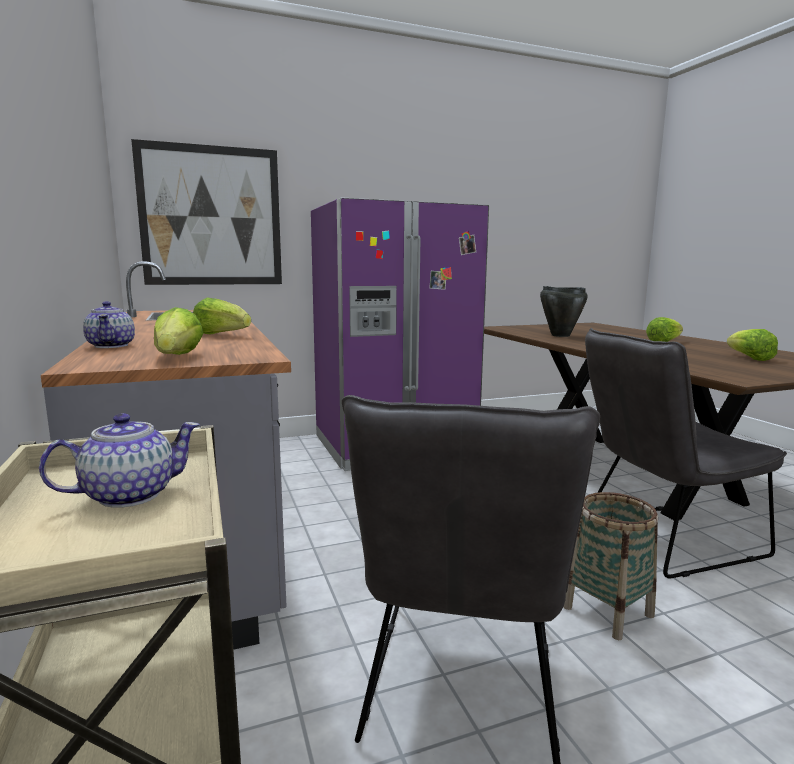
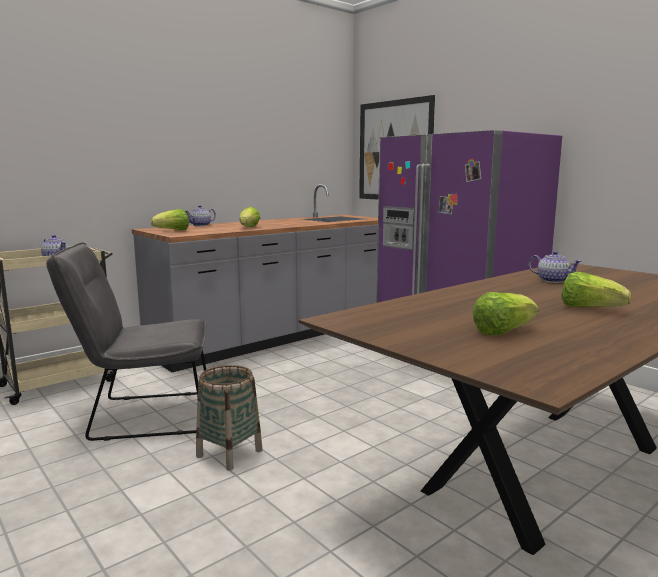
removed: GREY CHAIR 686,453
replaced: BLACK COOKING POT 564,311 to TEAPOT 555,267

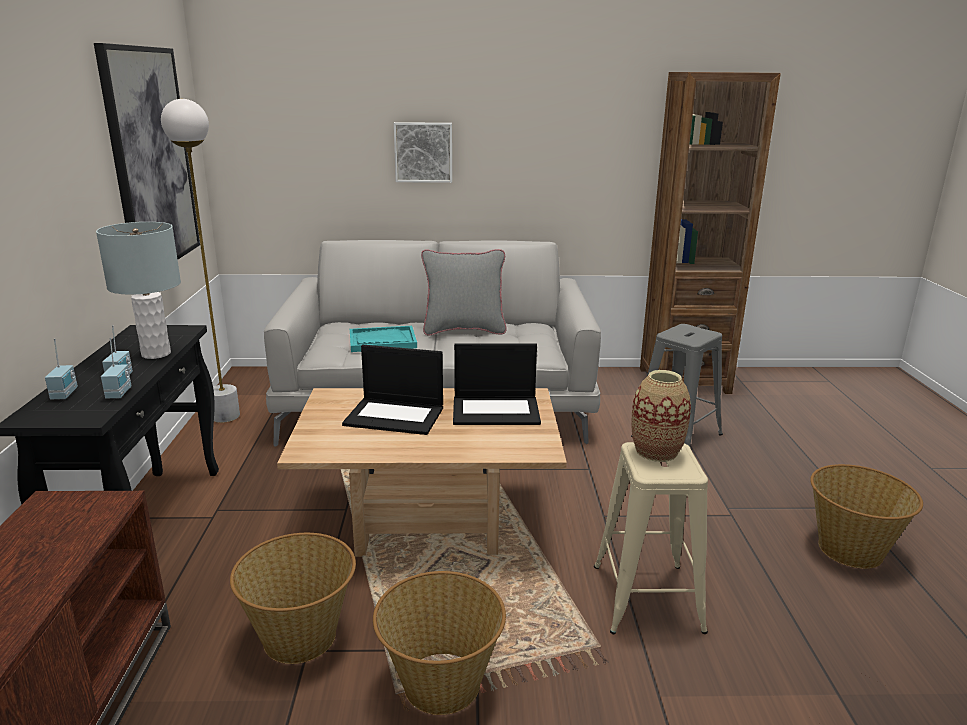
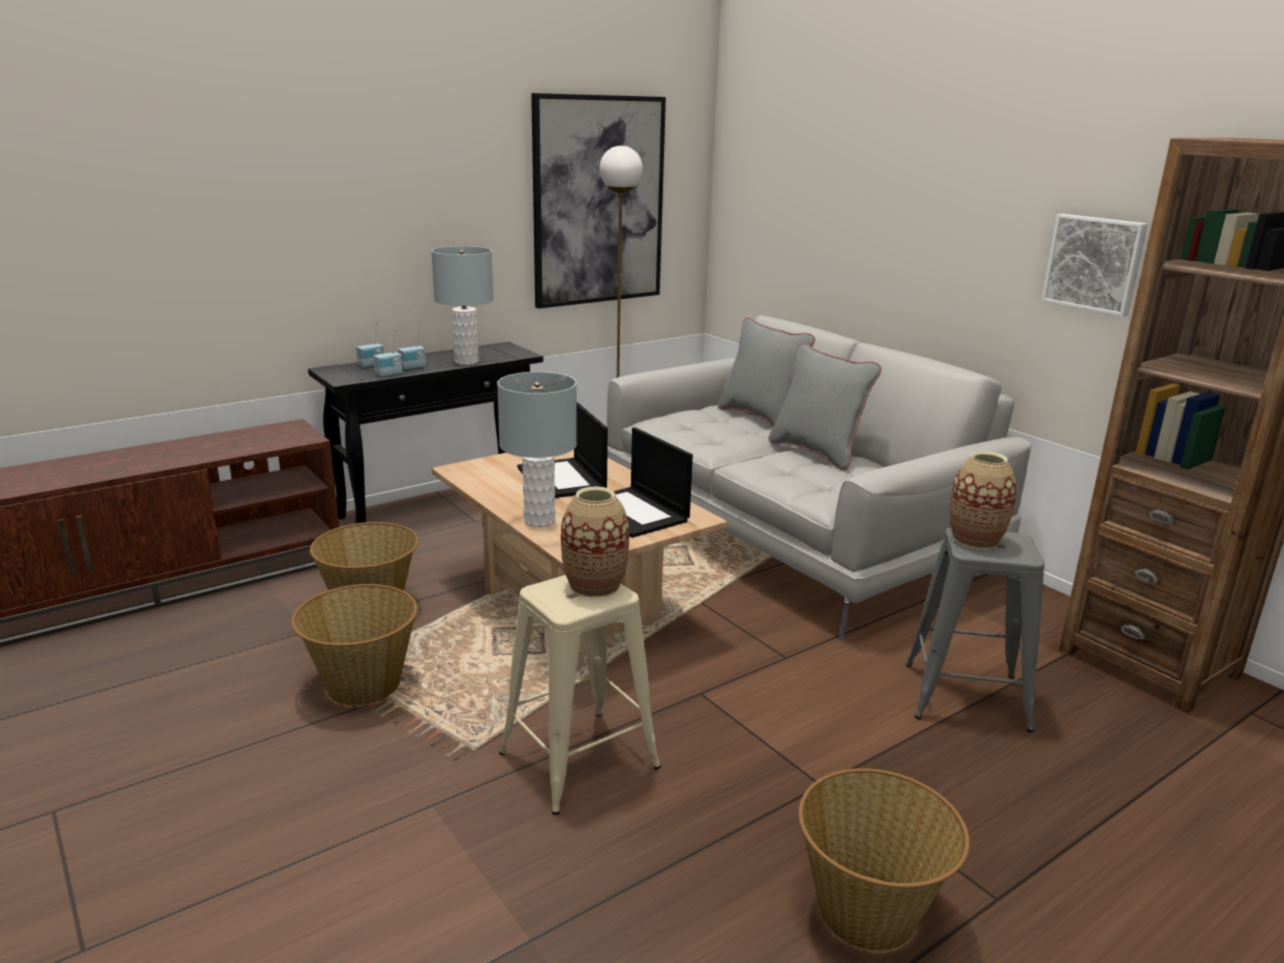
removed: TURQUOISE TRAY 383,339
added: GREY PILLOW 766,372; GREY TABLE LAMP 537,449; VASE 983,500
moved: PICTURE 423,152 to 1094,265

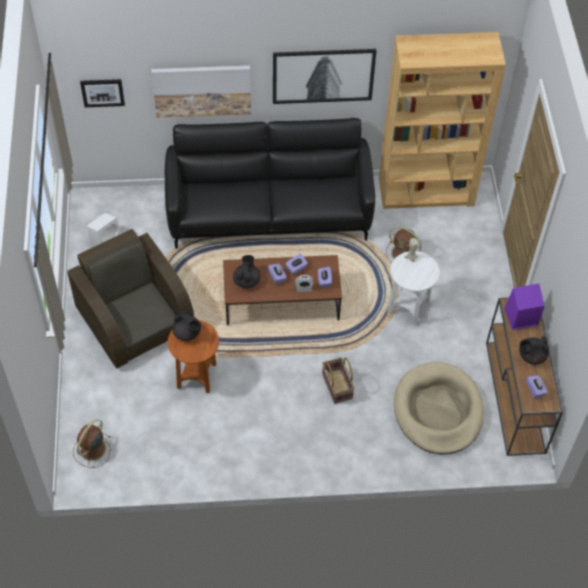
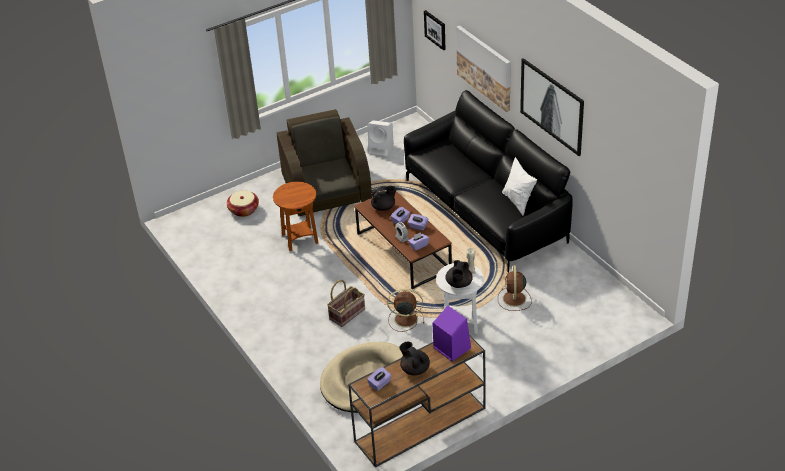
removed: BROWN BOOKCASE 442,120
added: WHITE PILLOW 519,186; BASKET 243,203
moved: BLACK TEAPOT 186,325 to 459,274; BROWN FAN 92,443 to 406,310
turned: BROWN ARMCHAIR 130,299 = 324,163 45 degrees counterclockwise

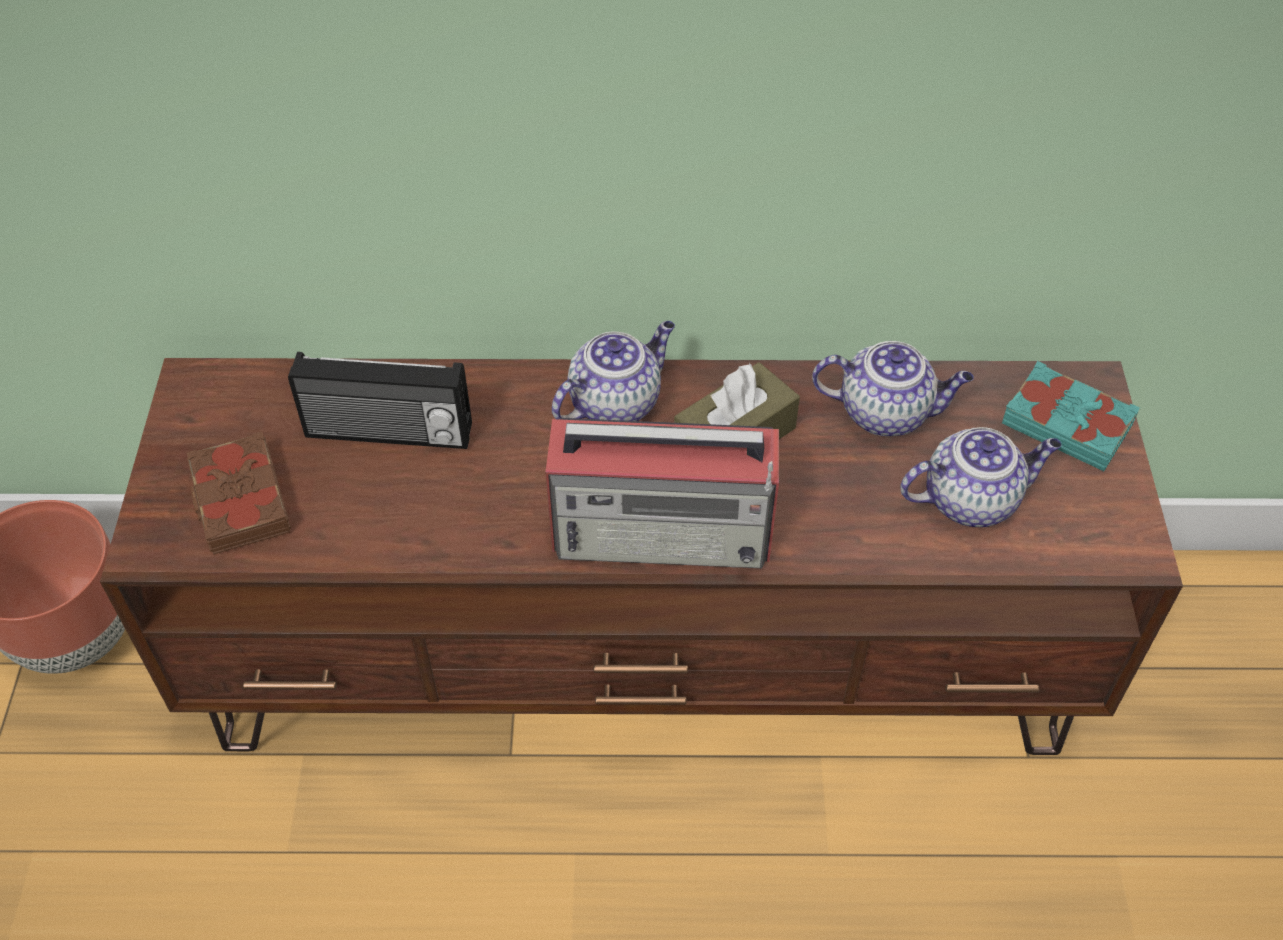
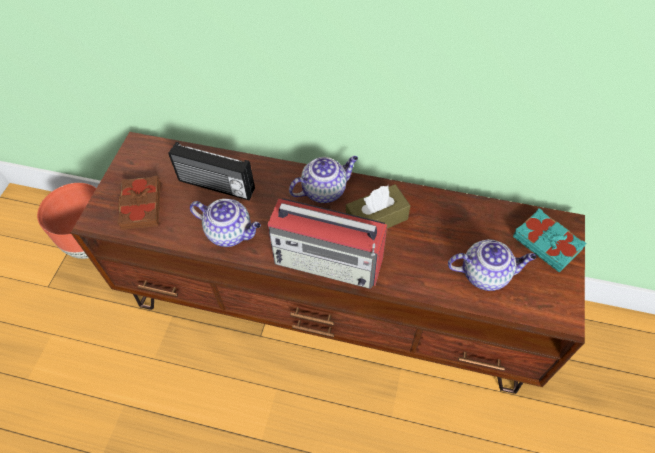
moved: TEAPOT 893,388 to 225,223

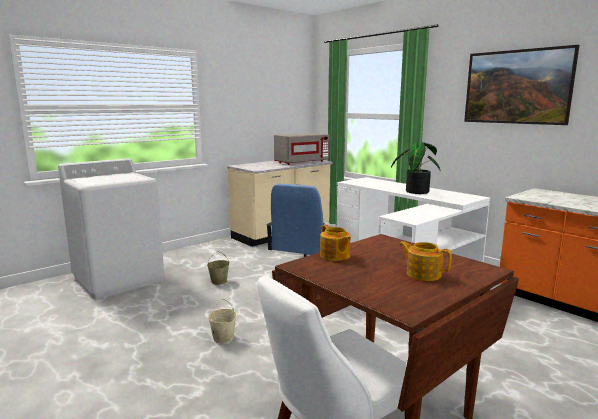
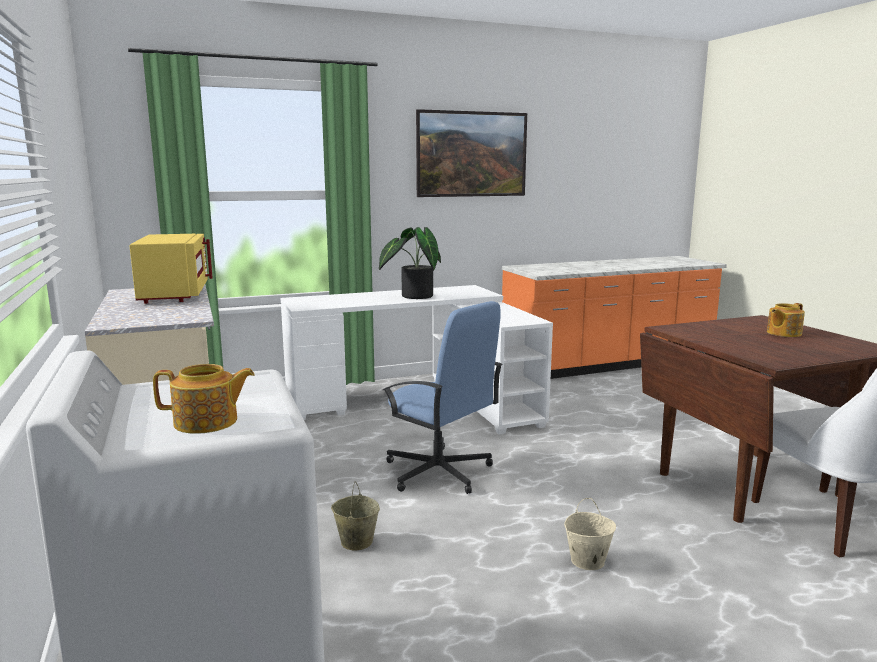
moved: TEAPOT 335,243 to 204,399
recoloured: GREY MICROWAVE 301,149 to YELLOW MICROWAVE 171,269

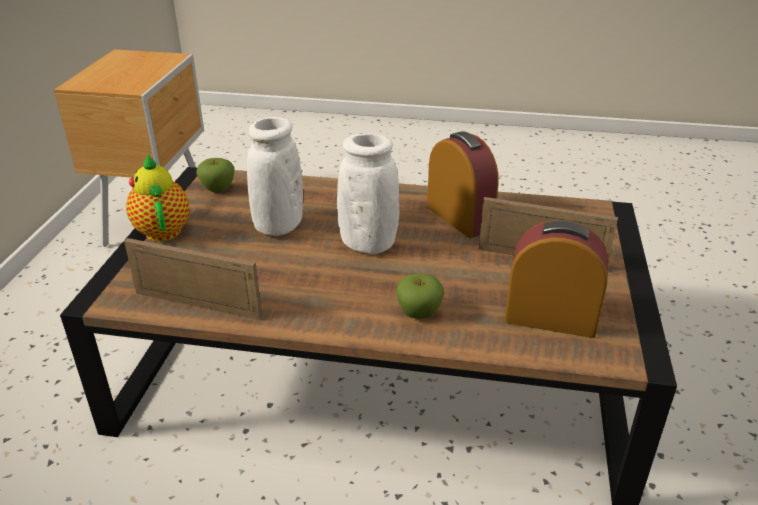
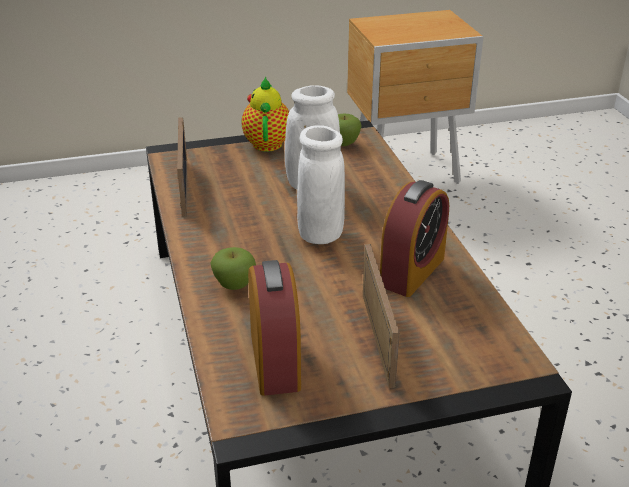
turned: TEAPOT 157,198 = 265,114 45 degrees counterclockwise

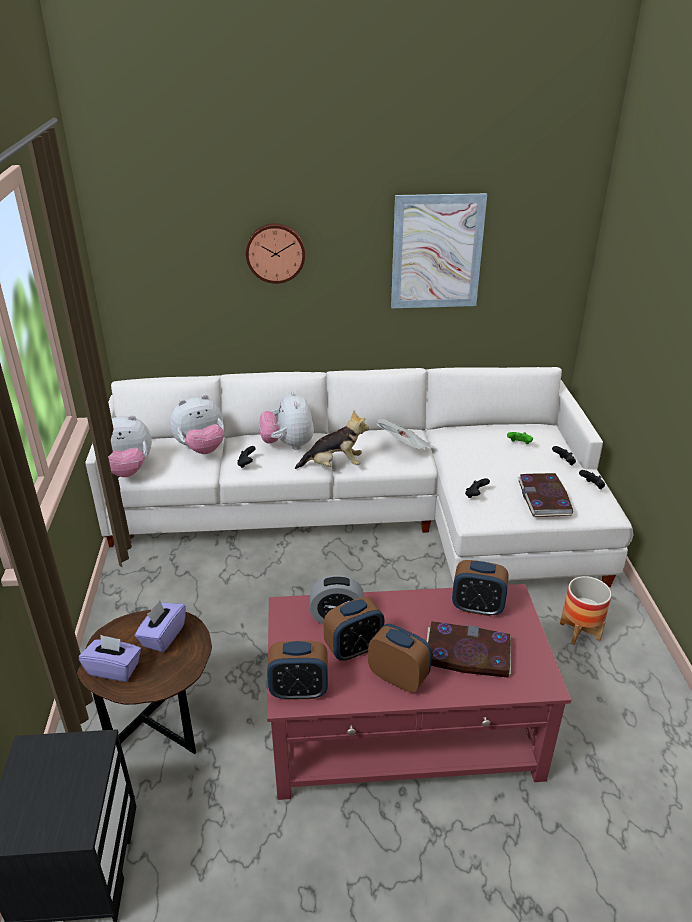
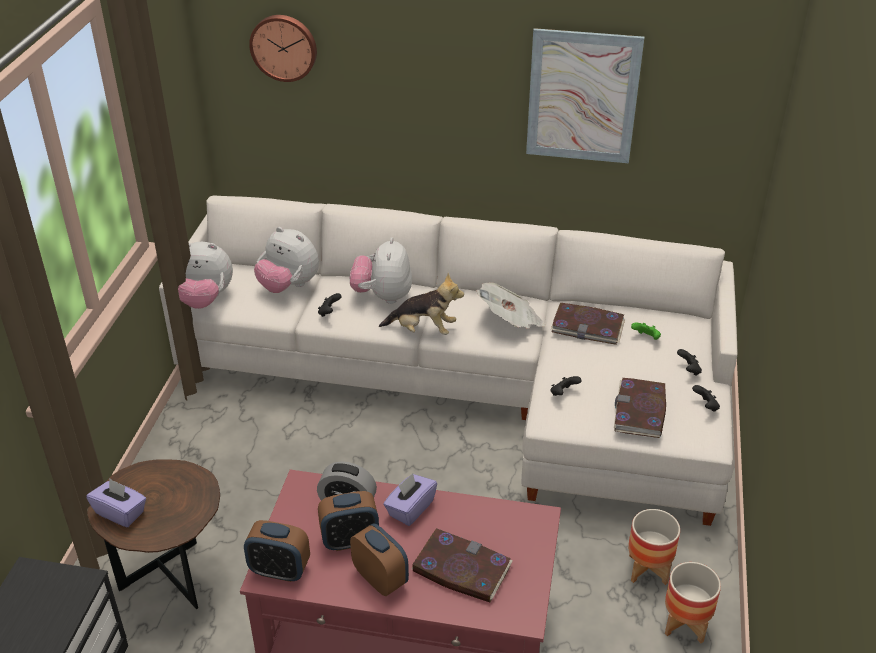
removed: ALARM CLOCK 480,588
added: BOOK 588,324; PLANTER 693,602
moved: WALL CLOCK 275,253 to 283,48; PURPLE TISSUE BOX 160,626 to 410,499
turned: PLUSH TOY 196,424 = 286,260 45 degrees clockwise

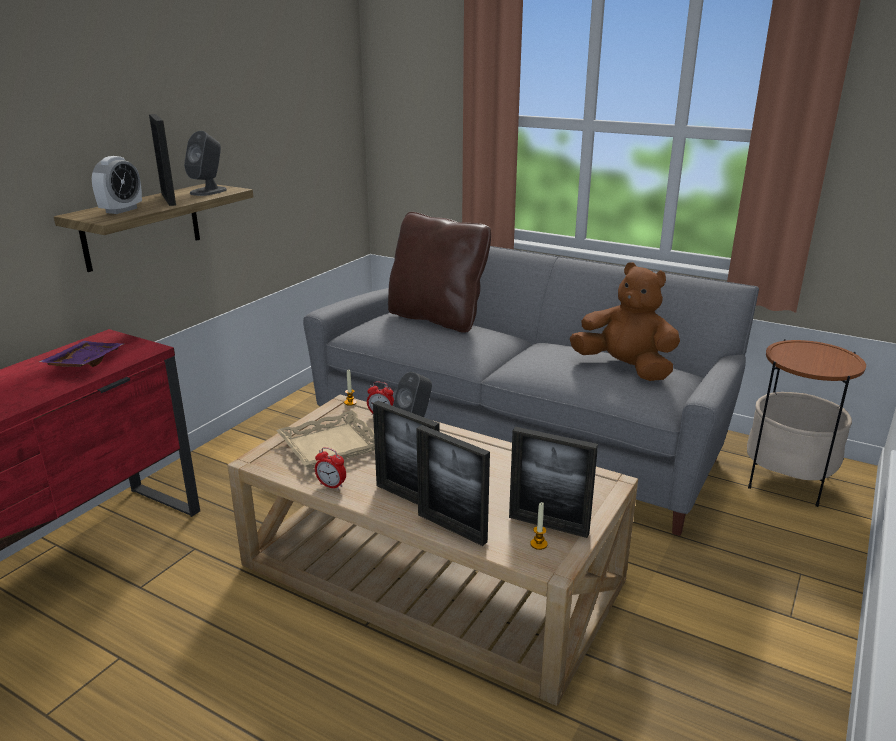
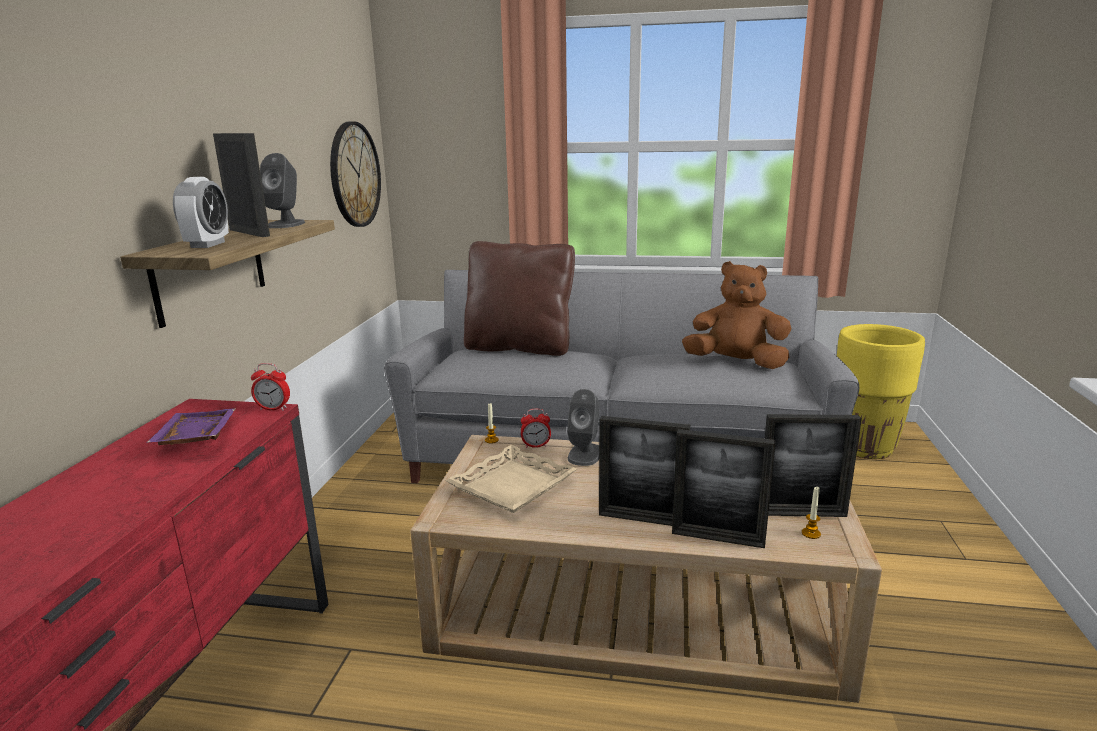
added: WALL CLOCK 355,174
moved: ALARM CLOCK 330,468 to 270,386
replaced: SIDE TABLE 806,423 to YELLOW PLANTER 881,391

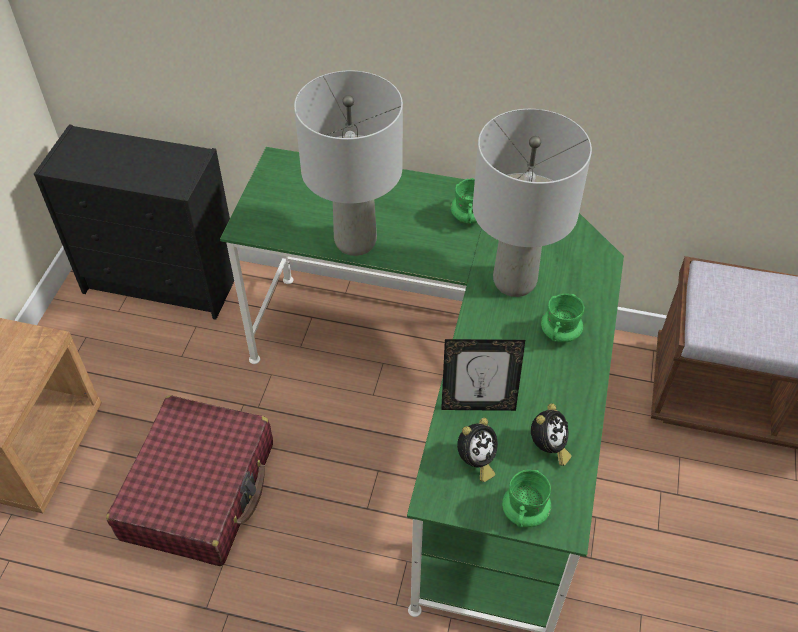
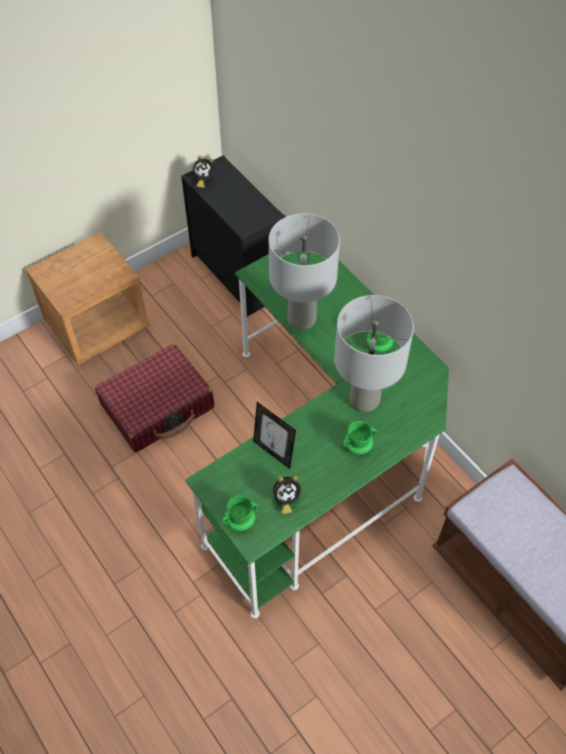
moved: ALARM CLOCK 477,450 to 203,172

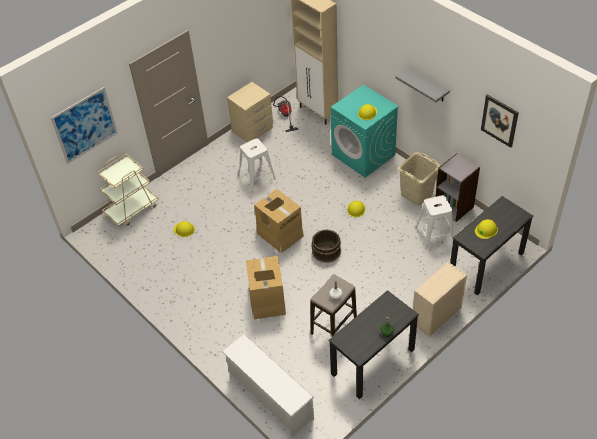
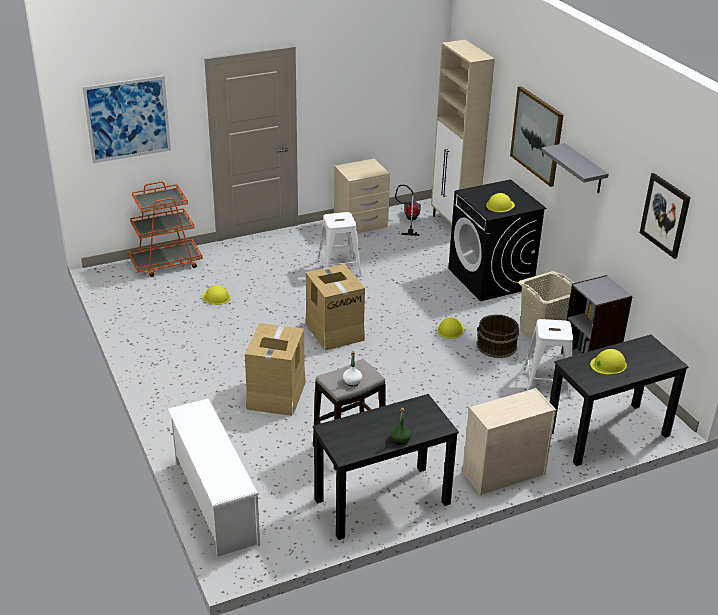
added: PICTURE 537,136
moved: BROWN BUCKET 326,246 to 498,336
recoloured: TURQUOISE WASHING MACHINE 365,131 to BLACK WASHING MACHINE 497,240; BEIGE CART 128,190 to ORANGE CART 165,229

